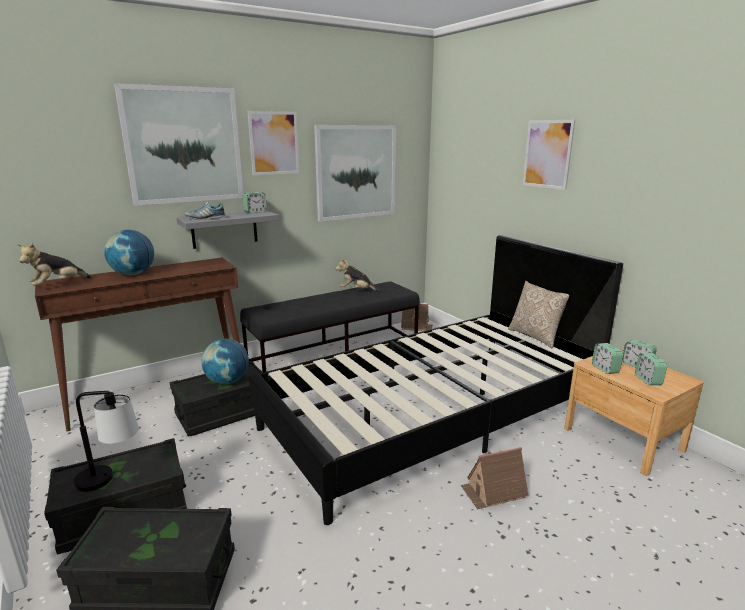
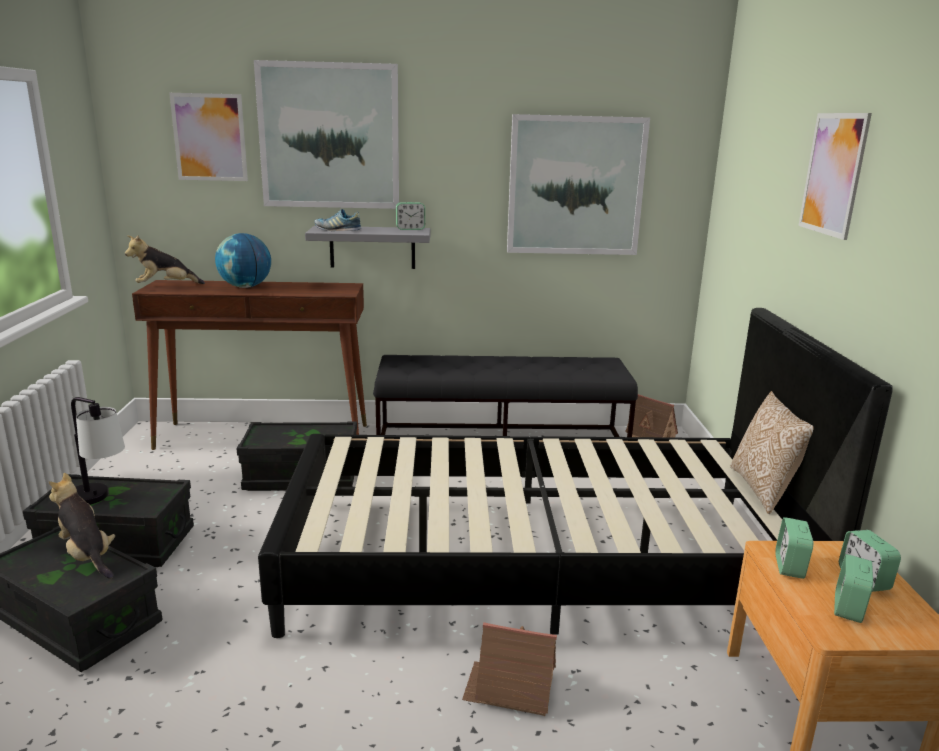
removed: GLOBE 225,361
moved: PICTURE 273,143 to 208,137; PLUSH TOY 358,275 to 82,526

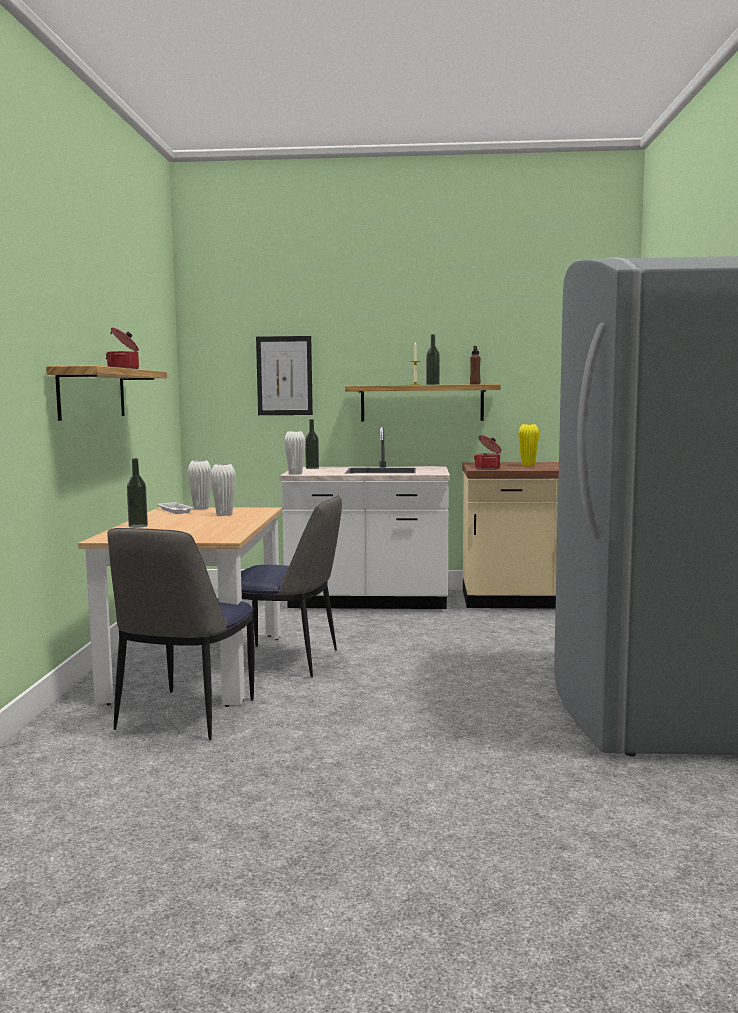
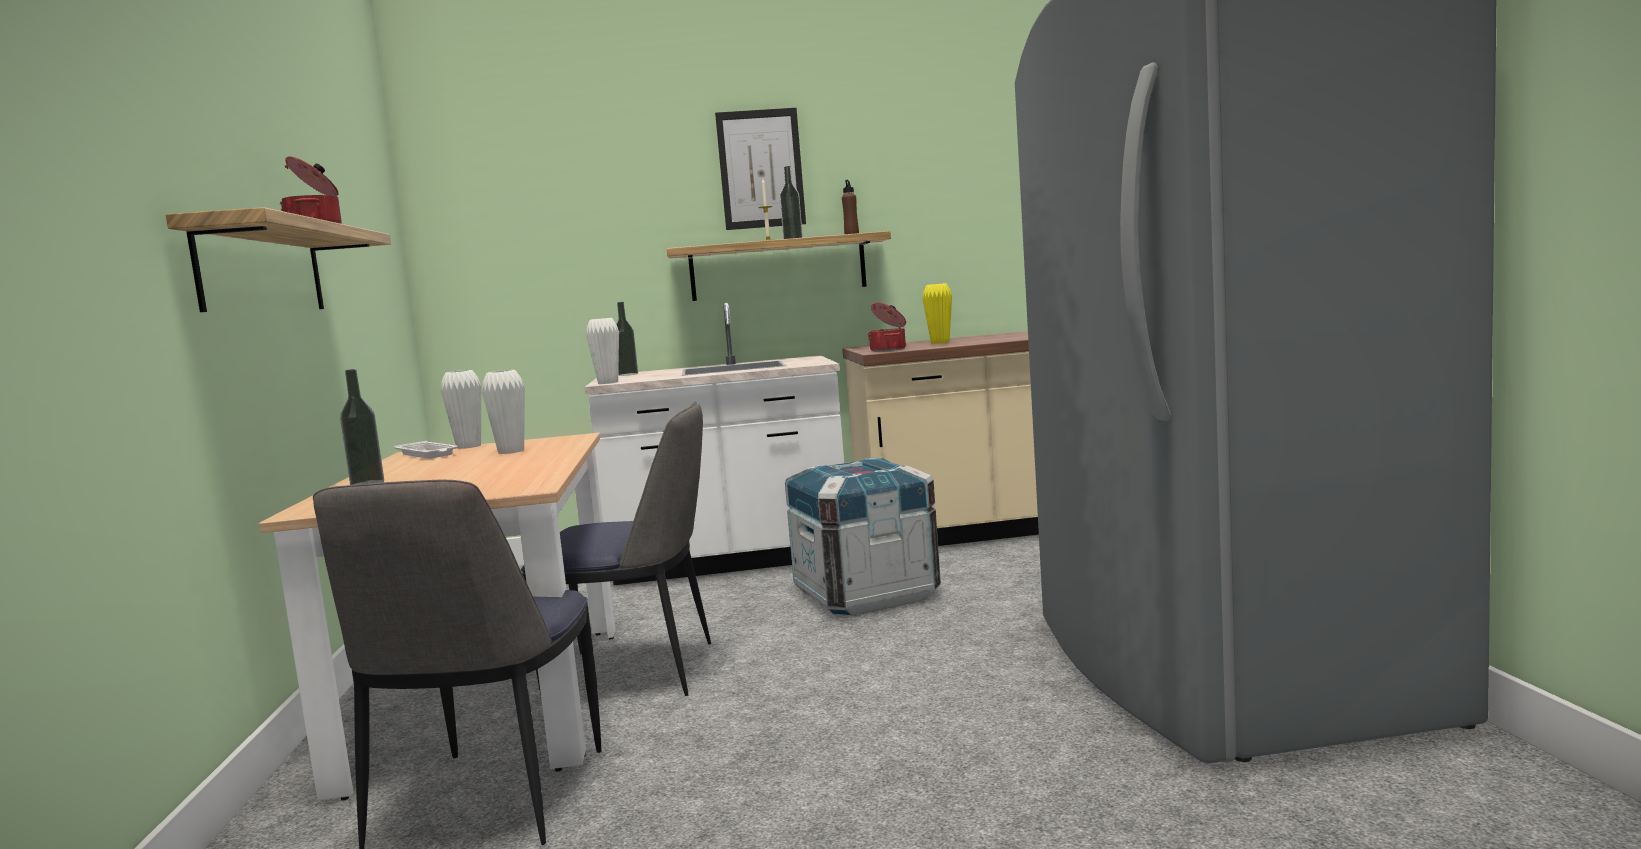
added: CRATE 863,536
moved: PICTURE 284,375 to 760,169

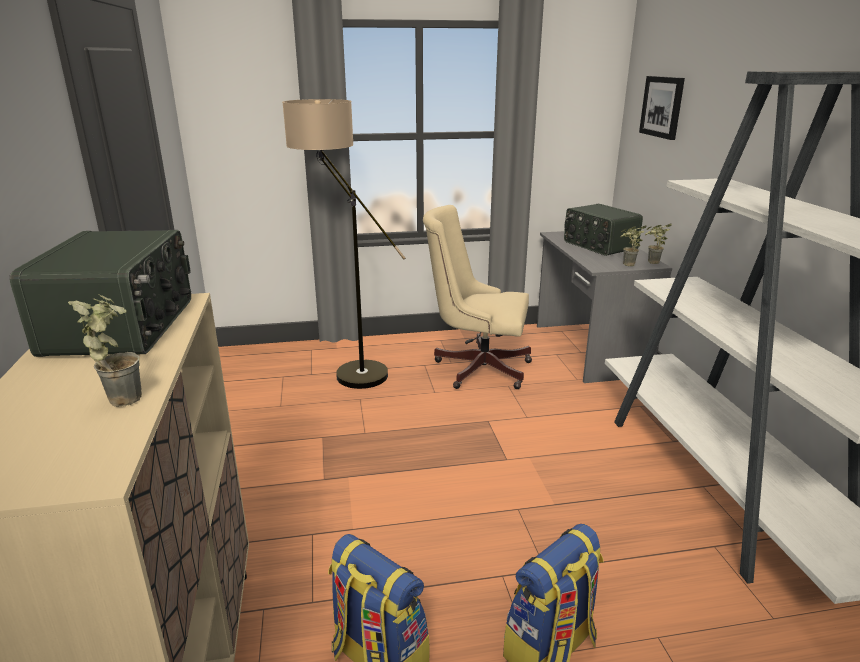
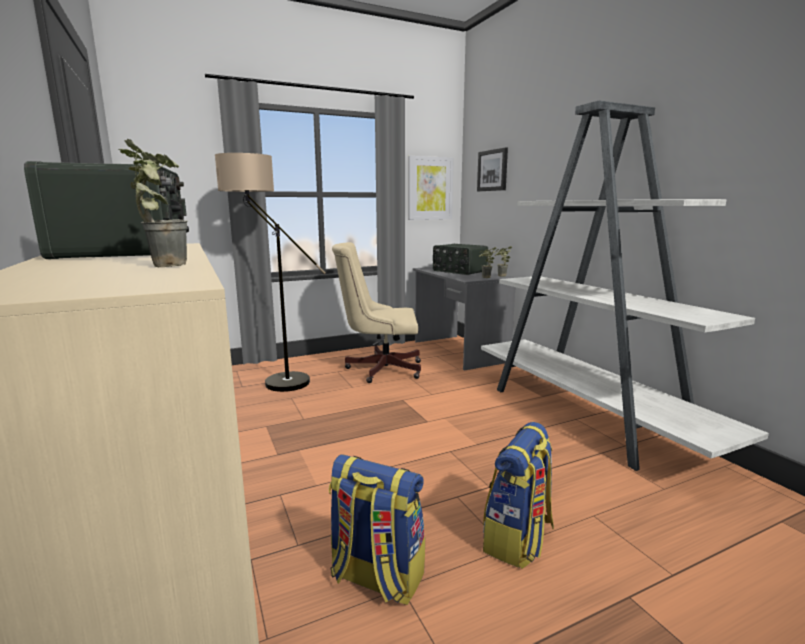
added: PICTURE 431,188

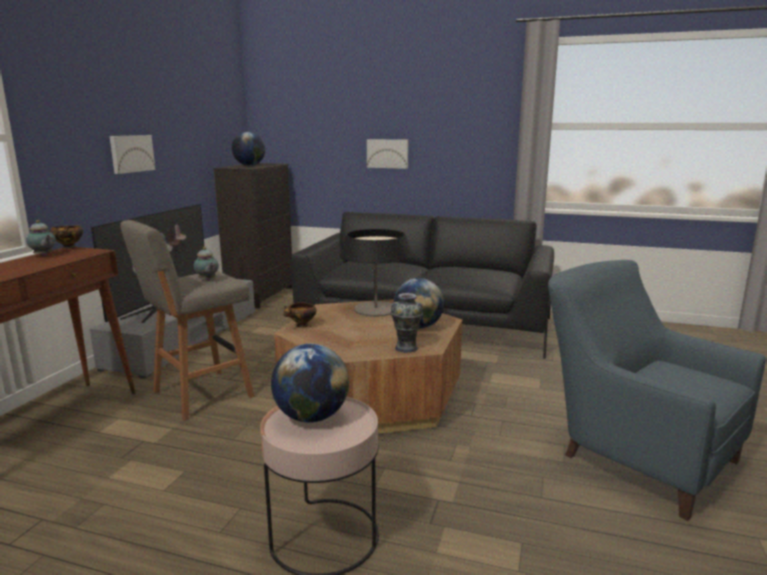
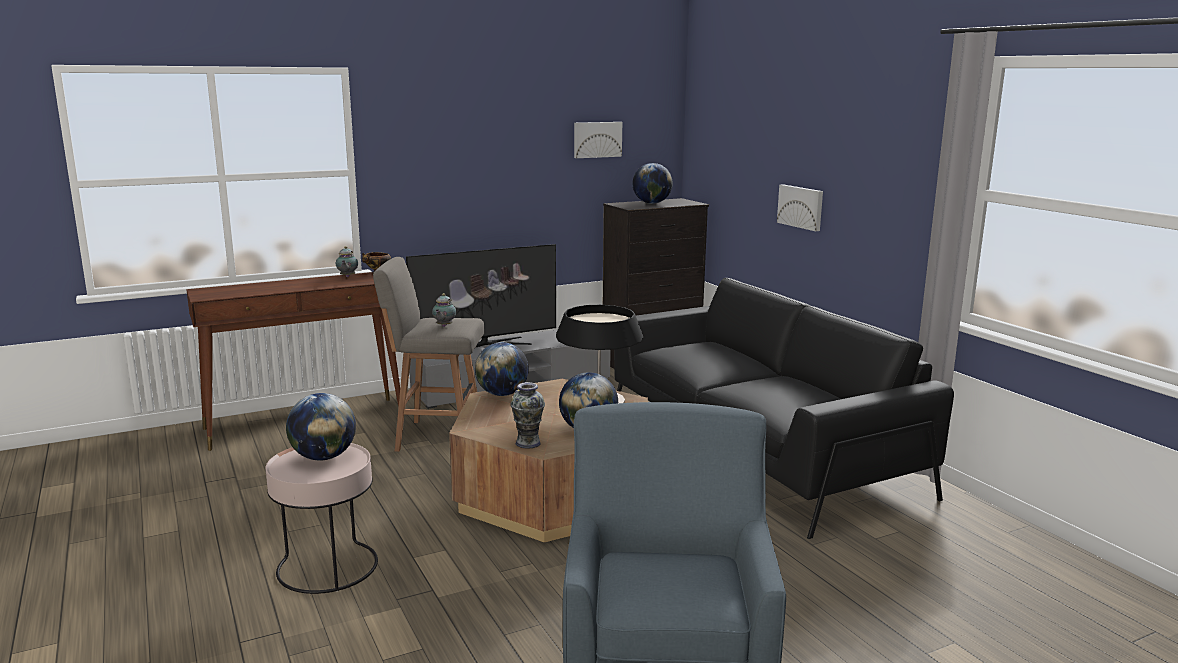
moved: PICTURE 132,154 to 598,140
replaced: BOWL 300,315 to GLOBE 502,369

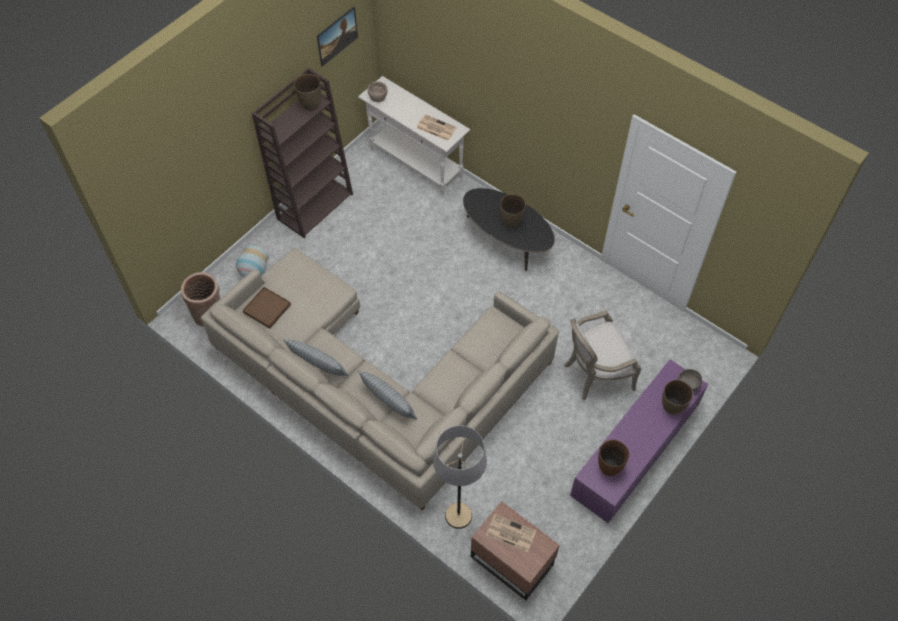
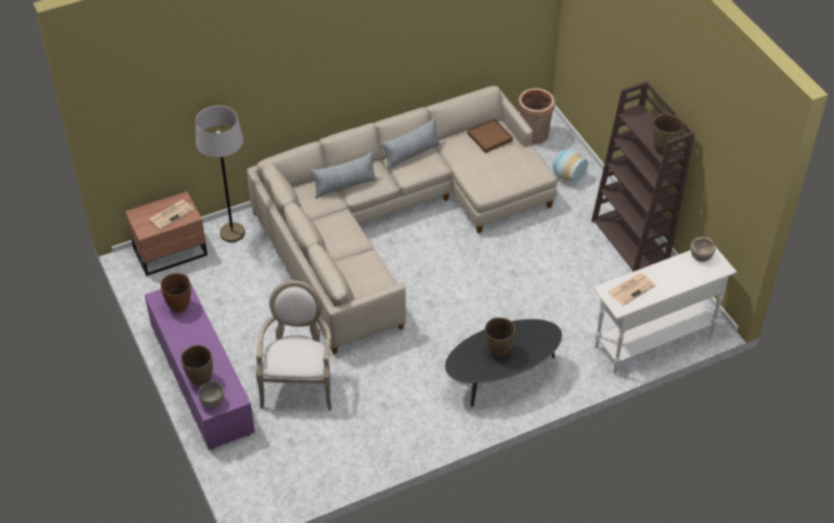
removed: PICTURE 337,36

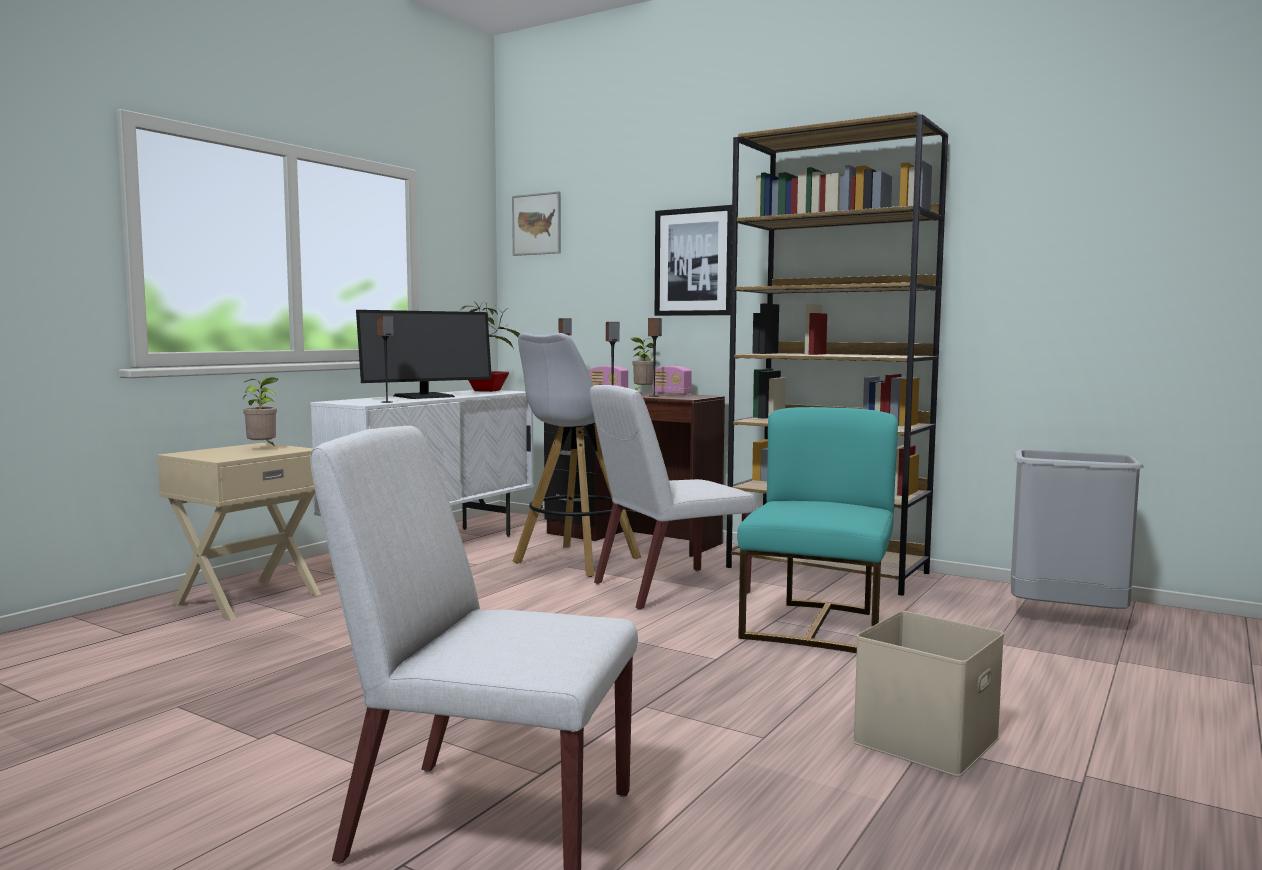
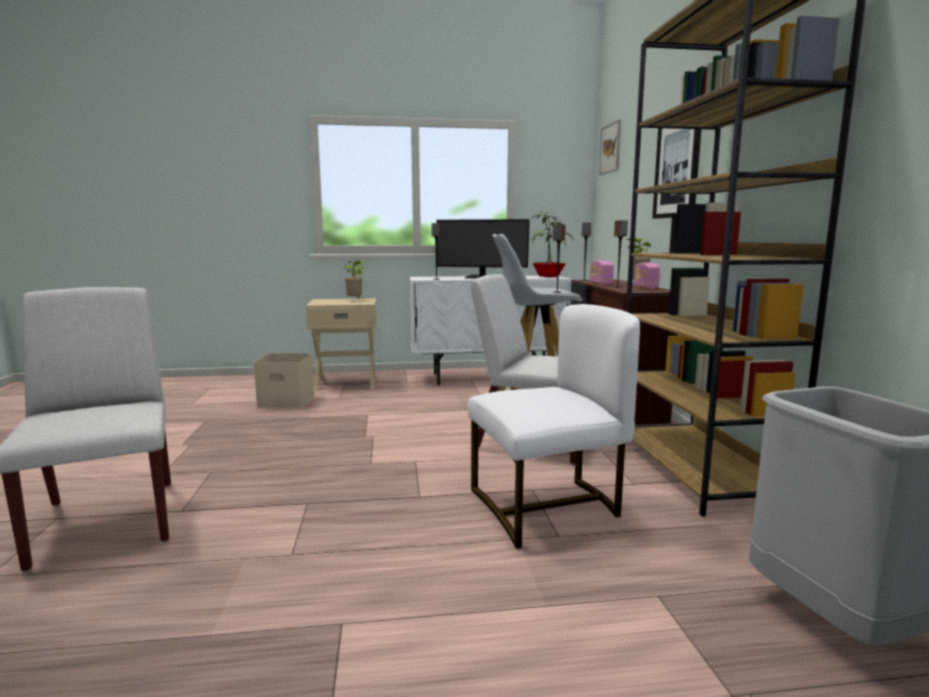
moved: BEIGE STORAGE BOX 928,694 to 283,380
recoloured: TURQUOISE CHAIR 817,530 to WHITE CHAIR 553,426

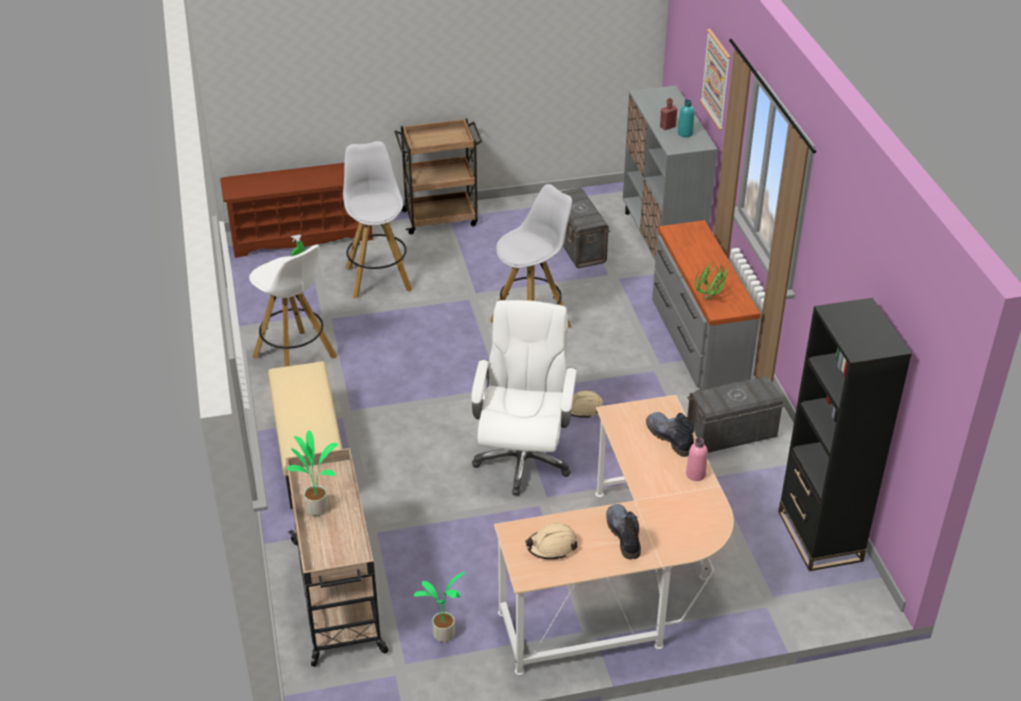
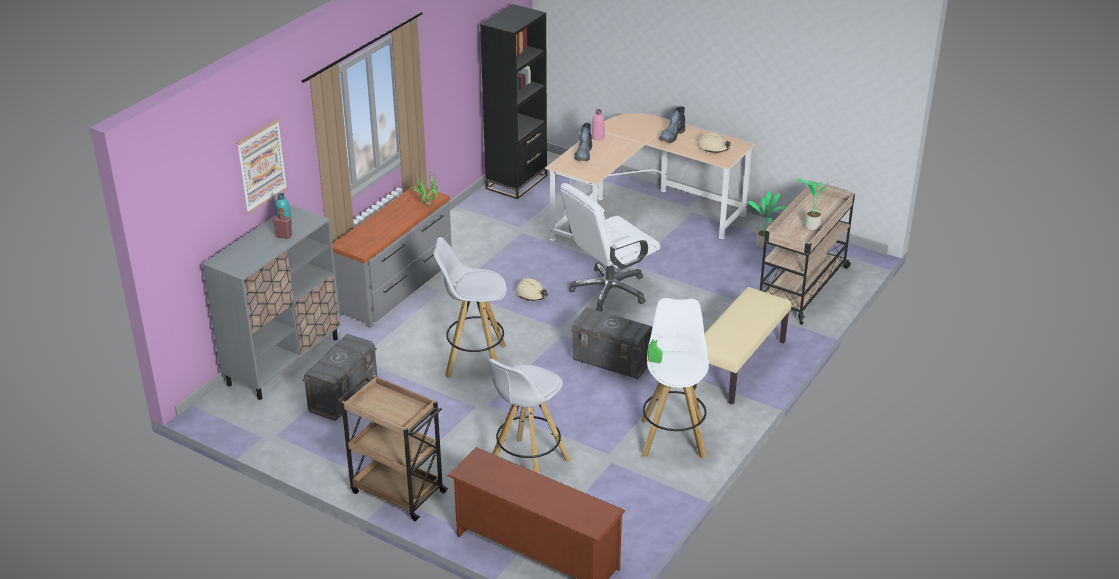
moved: GREY STORAGE BOX 735,414 to 611,343

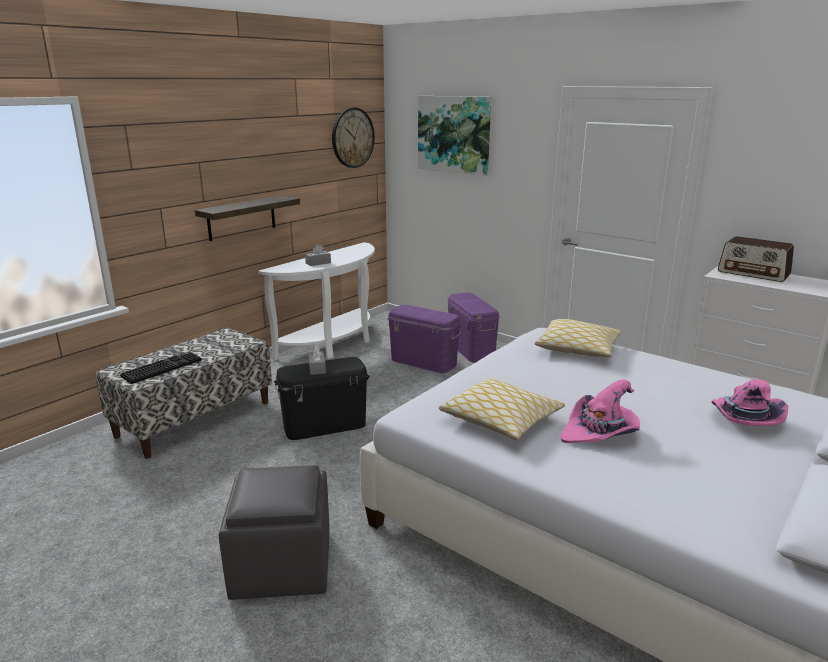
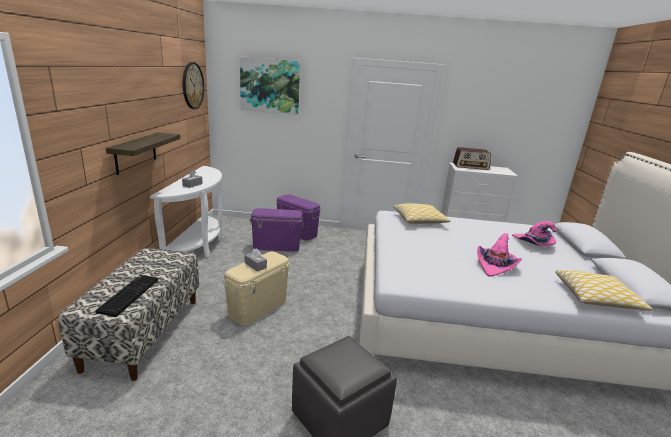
moved: PILLOW 502,409 to 603,290
recoloured: BLACK STORAGE BOX 322,398 to BEIGE STORAGE BOX 256,288

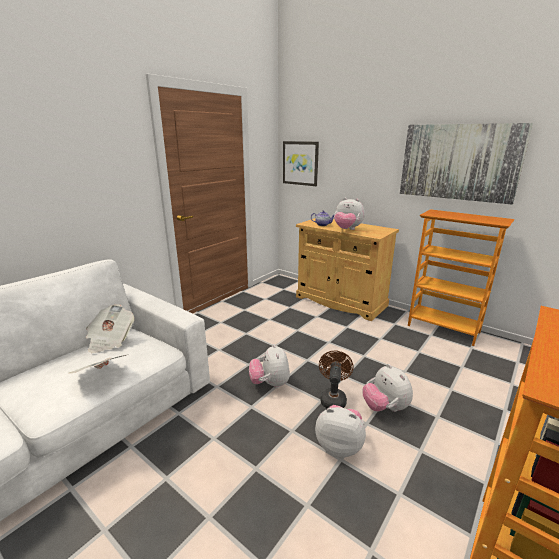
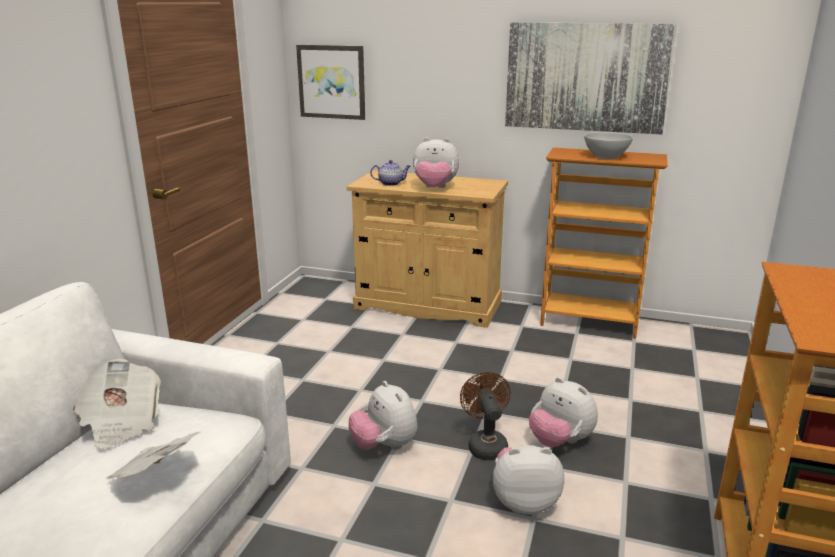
added: WHITE BOWL 608,145

